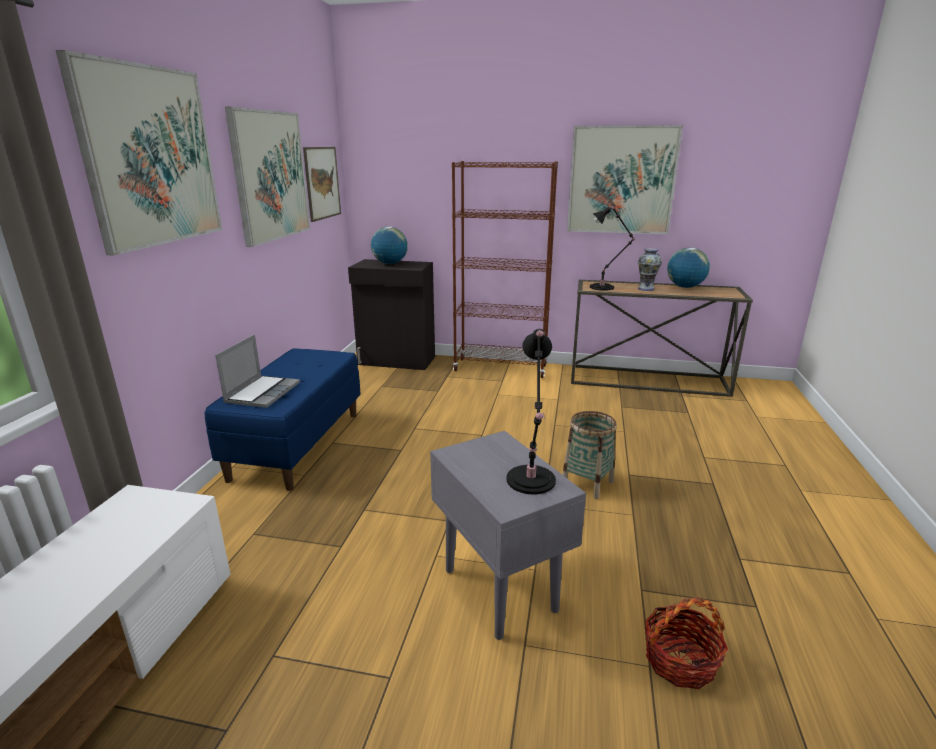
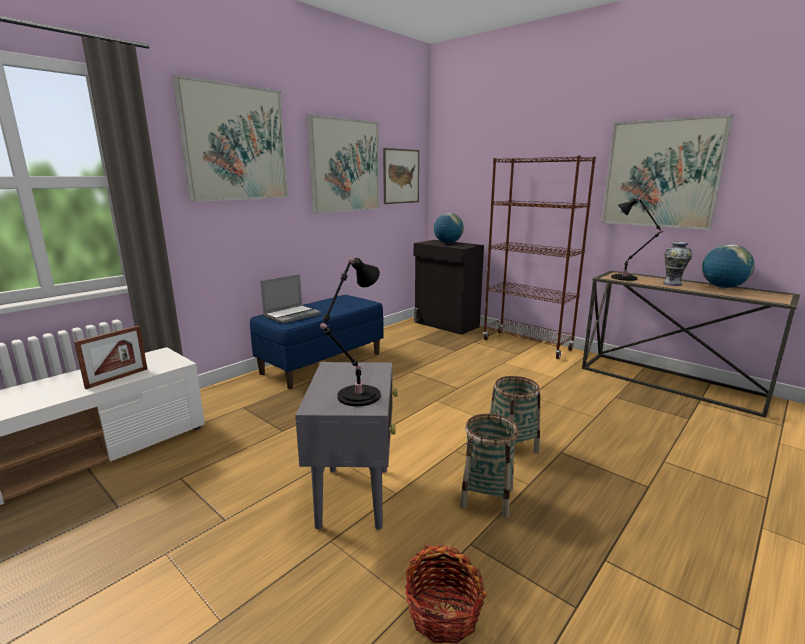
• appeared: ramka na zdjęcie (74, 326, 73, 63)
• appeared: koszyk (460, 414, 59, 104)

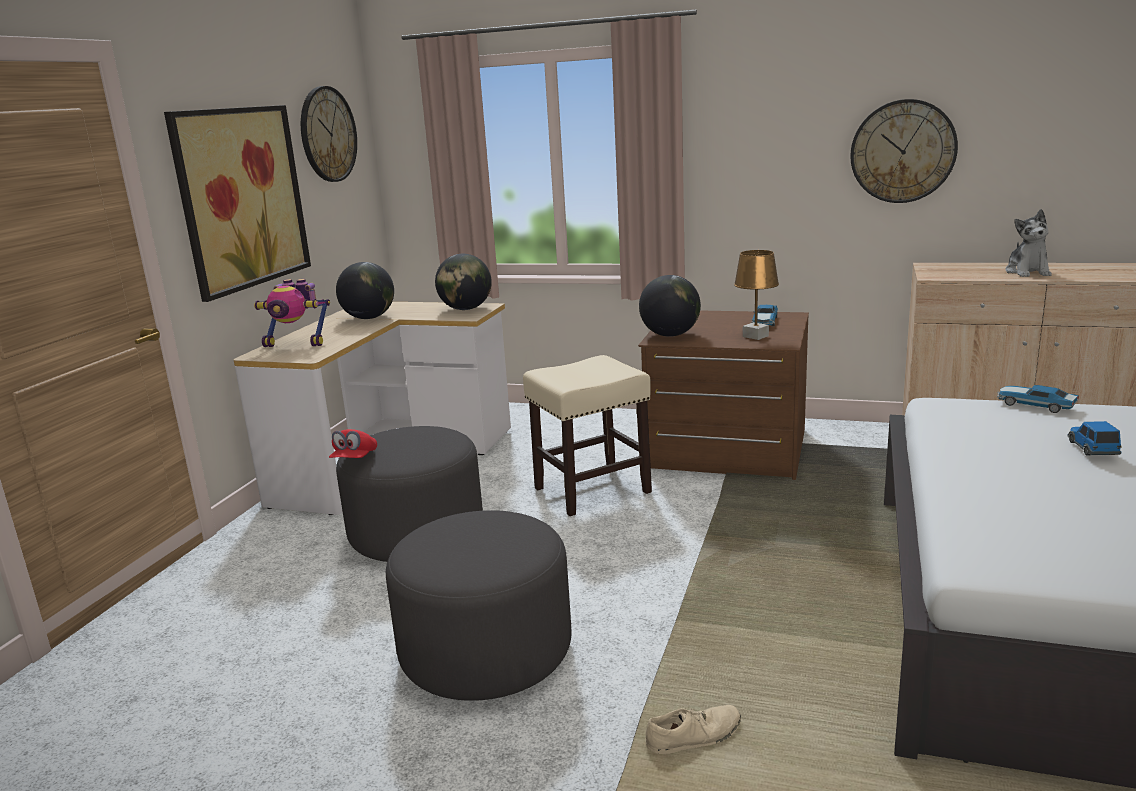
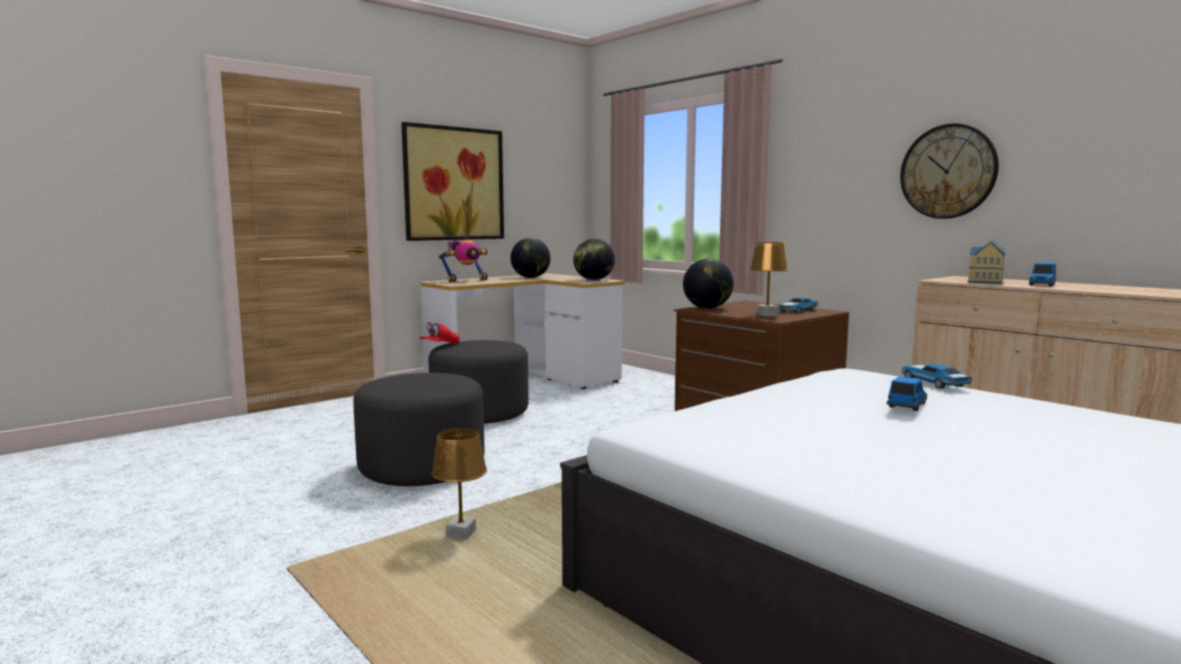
• missing: zegar ścienny (301, 86, 56, 96)
• exchanged: pluszak (1005, 209, 47, 68) to samochodzik (1029, 262, 27, 24)
• spun: robot zabawkowy (254, 279, 76, 68) = (439, 239, 49, 43) 75 degrees counterclockwise
• missing: stołek (beżowy) (523, 355, 129, 161)
• exchanged: but (beżowy) (645, 705, 96, 49) to lampa stołowa (brązowy) (431, 428, 56, 112)
• appeared: domek (968, 240, 38, 44)

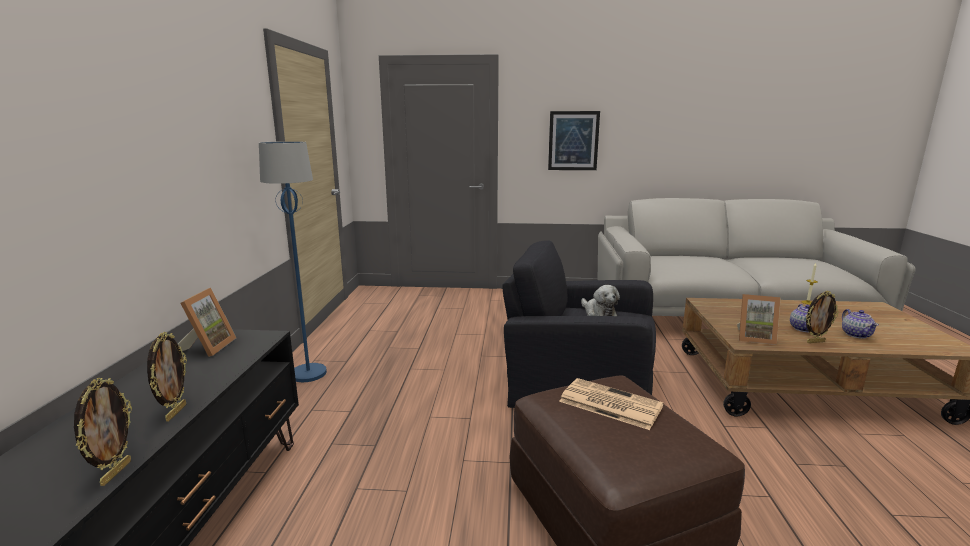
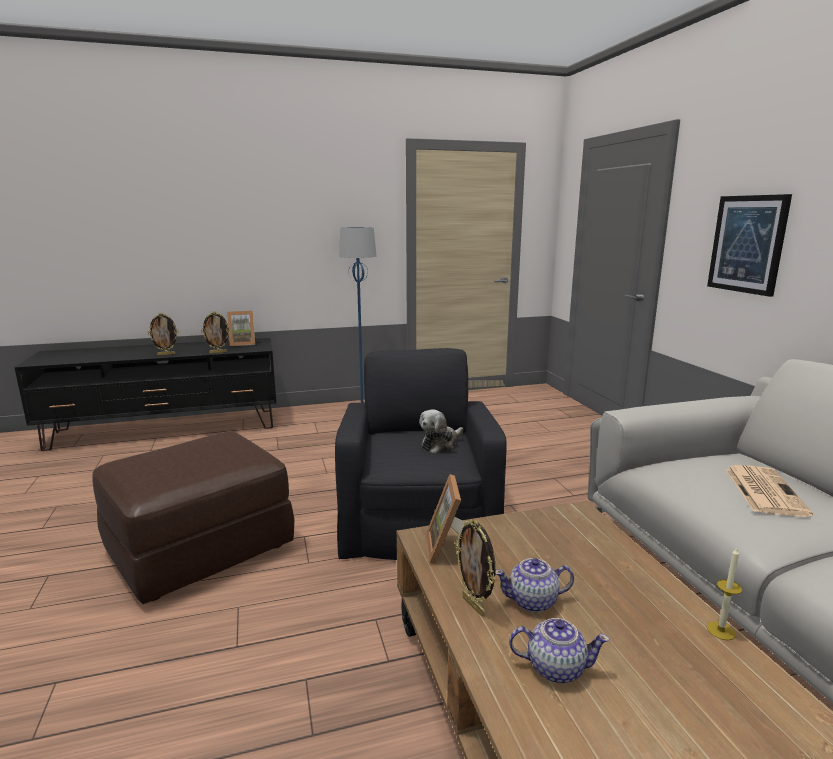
• spun: imbryk (842, 309, 37, 30) = (509, 618, 101, 65) 150 degrees counterclockwise
• relocated: ramka na zdjęcie (74, 378, 58, 108) to (201, 311, 30, 42)
• relocated: gazeta (559, 378, 105, 52) to (725, 465, 88, 52)

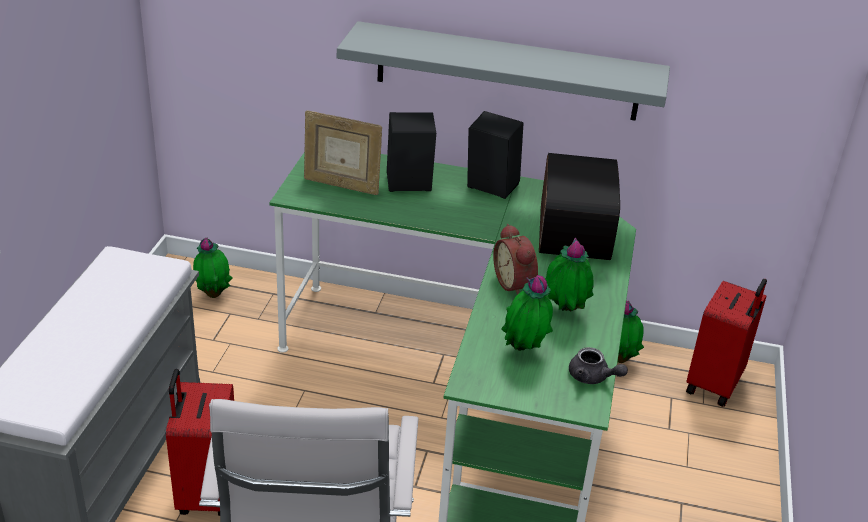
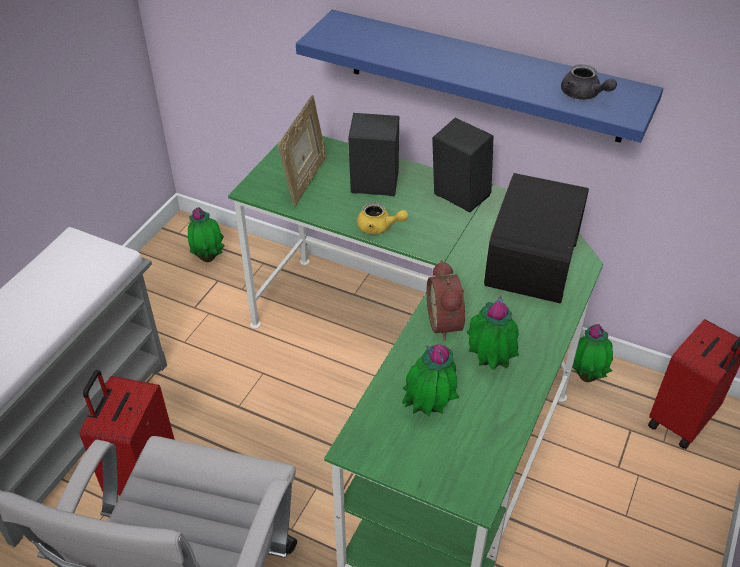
• colour: półka (szary) (337, 21, 333, 100) to półka (niebieski) (296, 10, 367, 133)
• spun: ramka na zdjęcie (304, 110, 78, 85) = (278, 95, 48, 111) 105 degrees counterclockwise
• relocated: imbryk (szary) (569, 347, 59, 37) to (561, 65, 56, 35)
• appeared: imbryk (żółty) (357, 202, 51, 32)

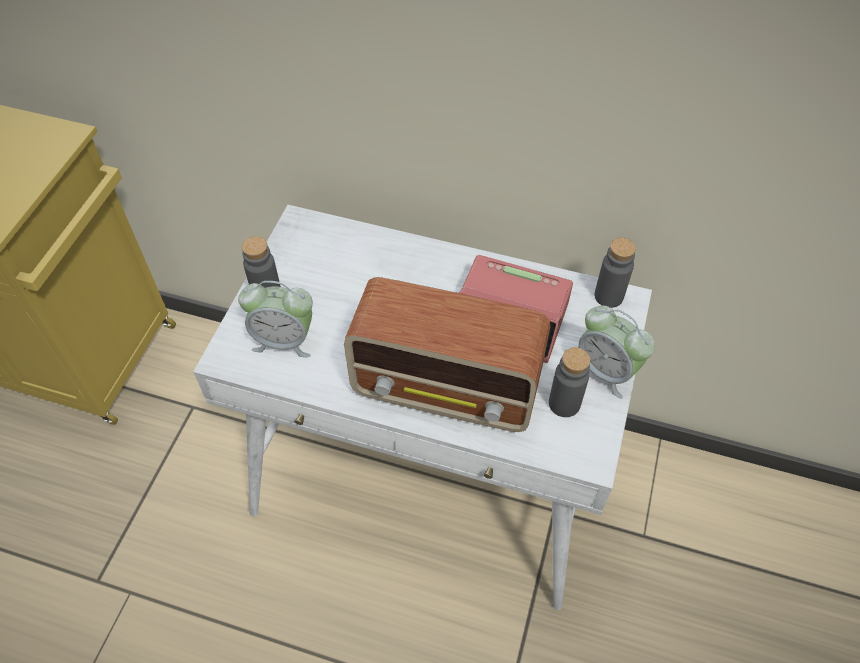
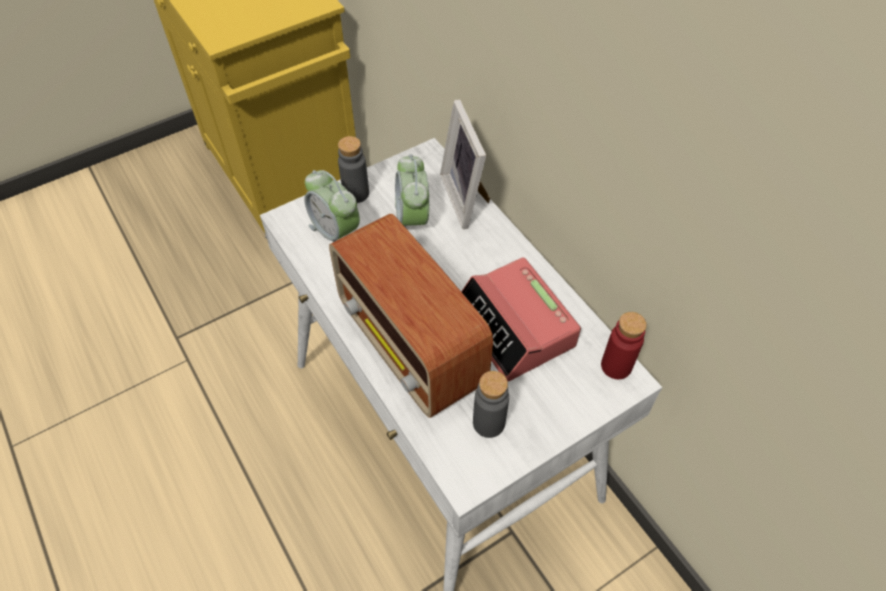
• colour: butelka (szary) (595, 238, 41, 70) to butelka (czerwony) (601, 312, 46, 67)
• relocated: budzik (578, 306, 77, 93) to (395, 154, 34, 74)
• appeared: ramka na zdjęcie (440, 100, 50, 129)

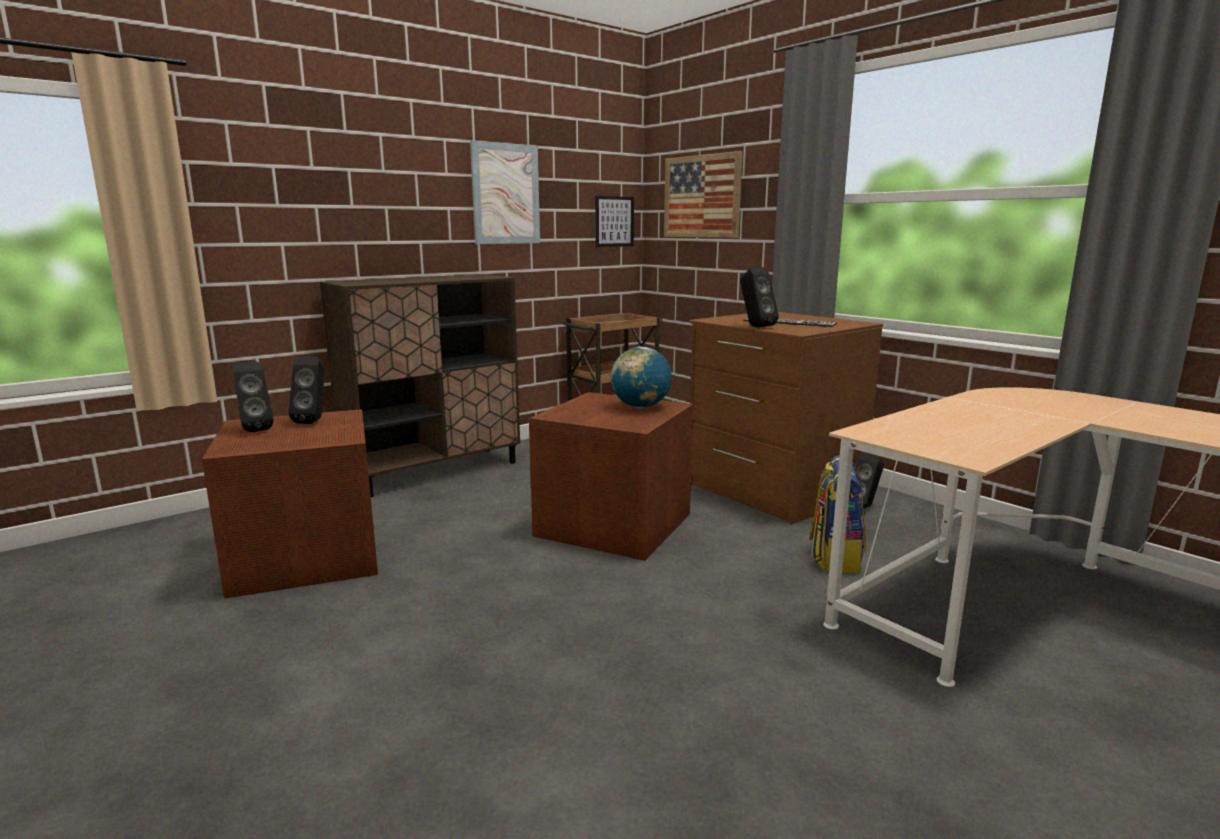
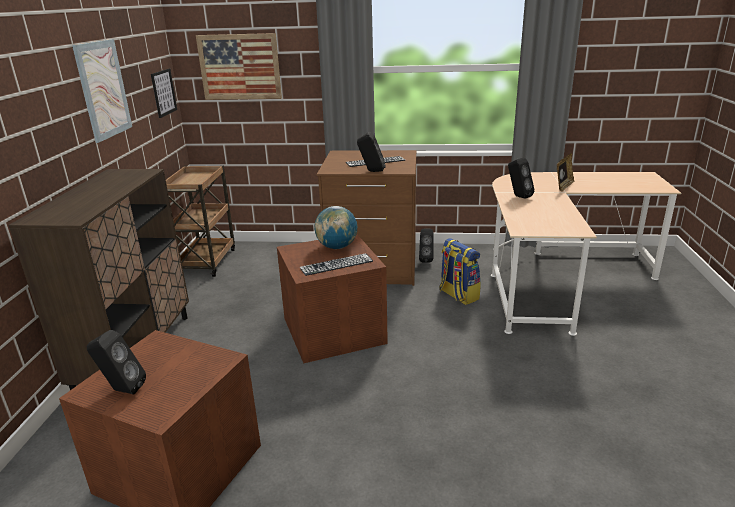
• relocated: głośnik (czarny) (289, 356, 36, 68) to (508, 157, 27, 42)
• appeared: ramka na zdjęcie (557, 153, 18, 39)
• appeared: klawiatura (300, 253, 73, 23)

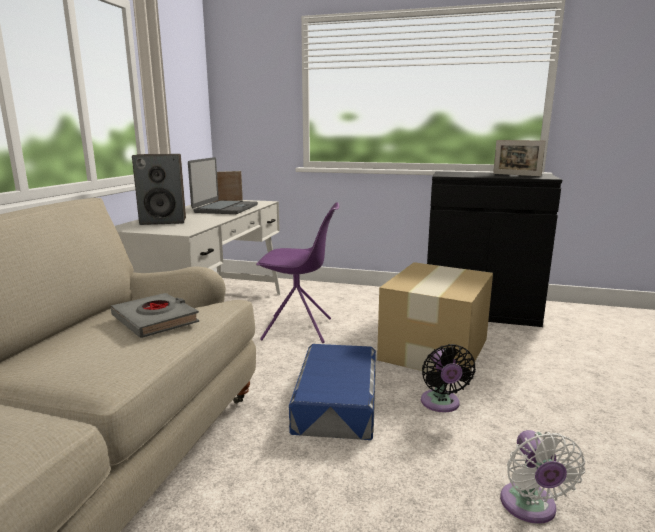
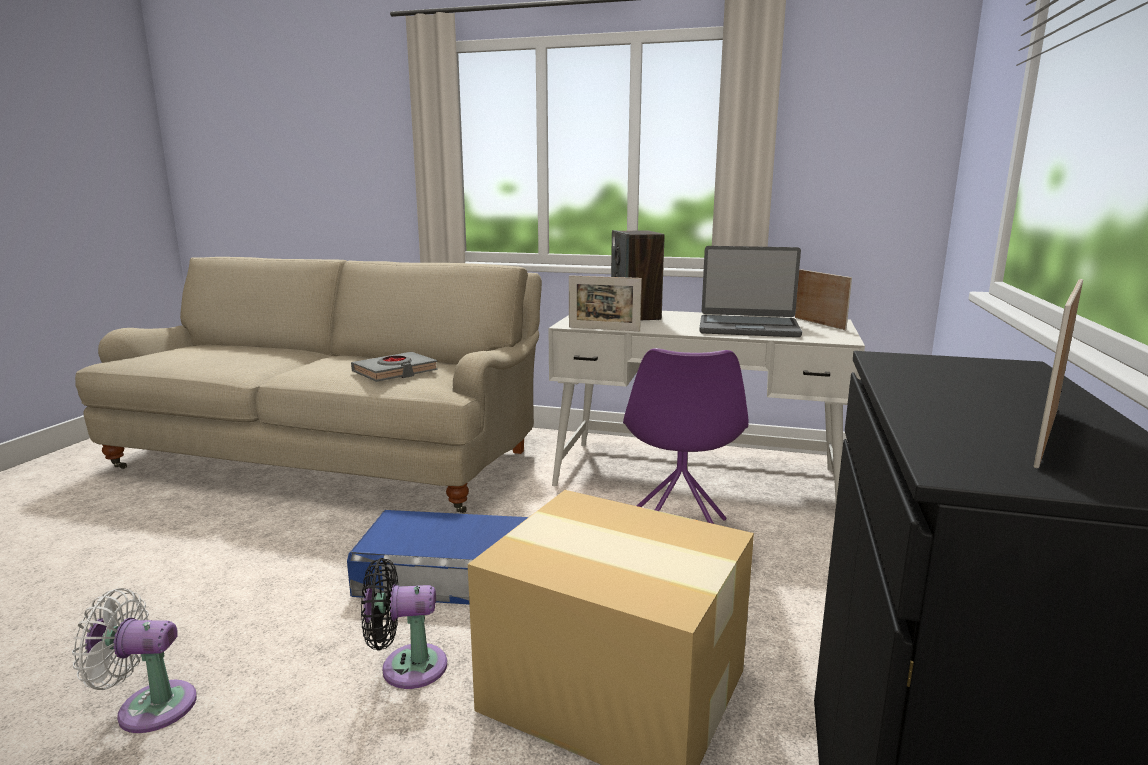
• appeared: ramka na zdjęcie (569, 275, 73, 56)

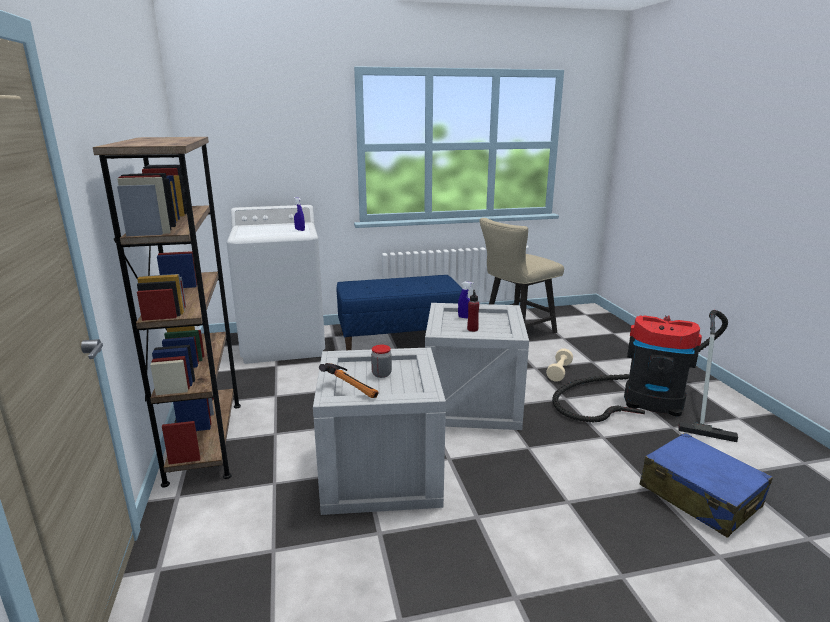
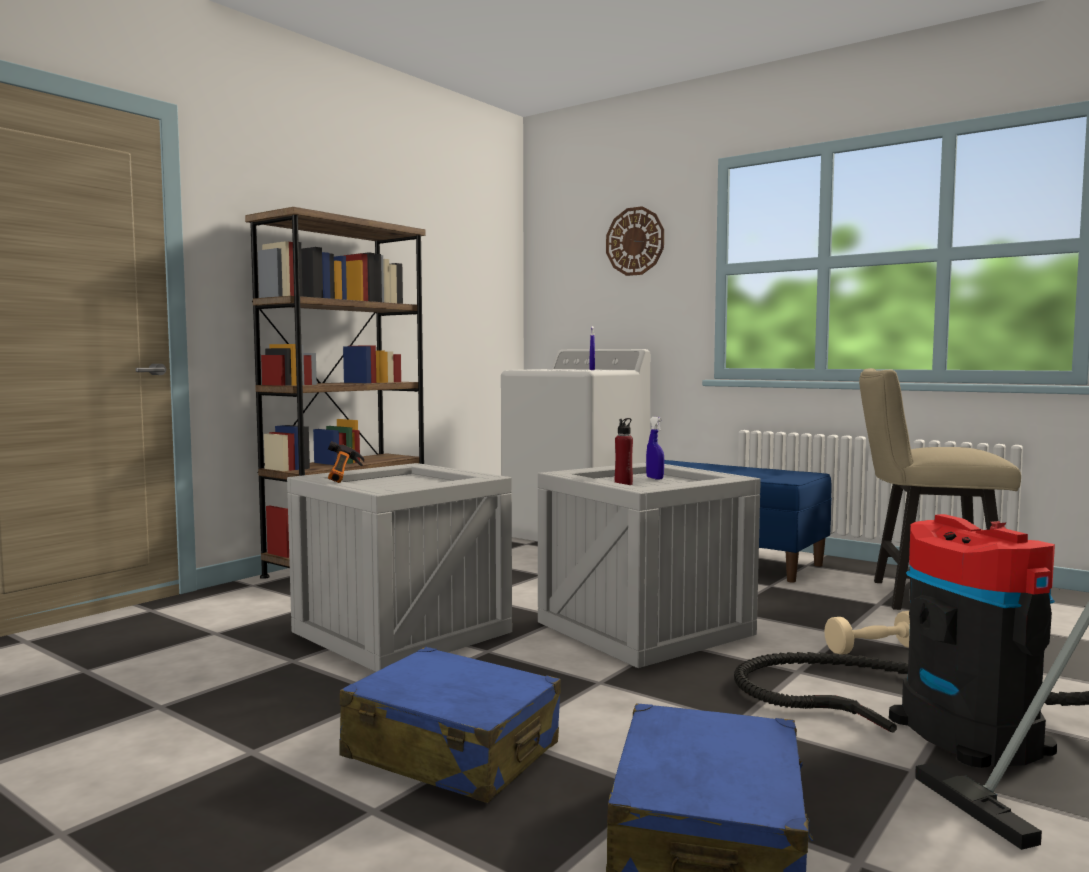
• missing: słoik (371, 345, 21, 33)
• appeared: zegar ścienny (606, 206, 58, 70)
• appeared: walizka (niebieski) (339, 646, 222, 157)

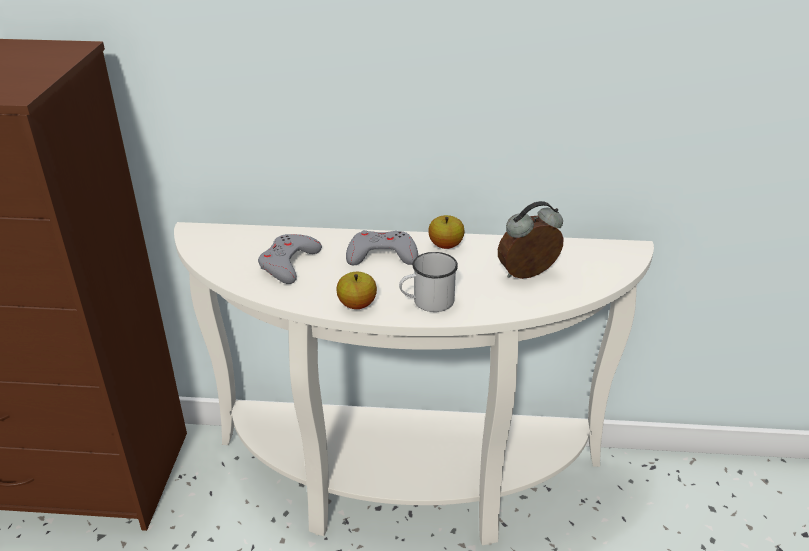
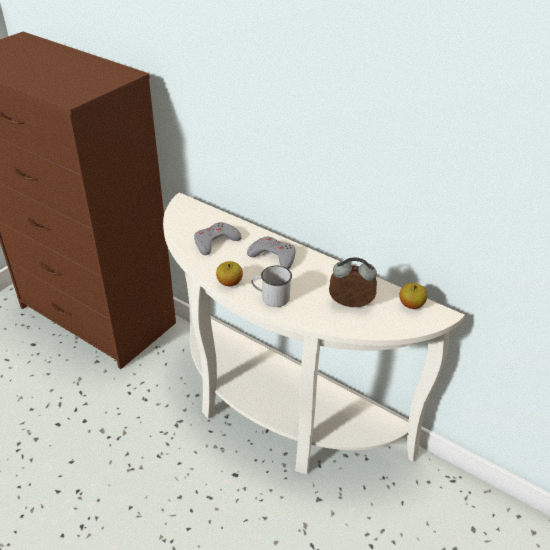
• relocated: jabłko (428, 215, 37, 34) to (399, 283, 28, 26)

